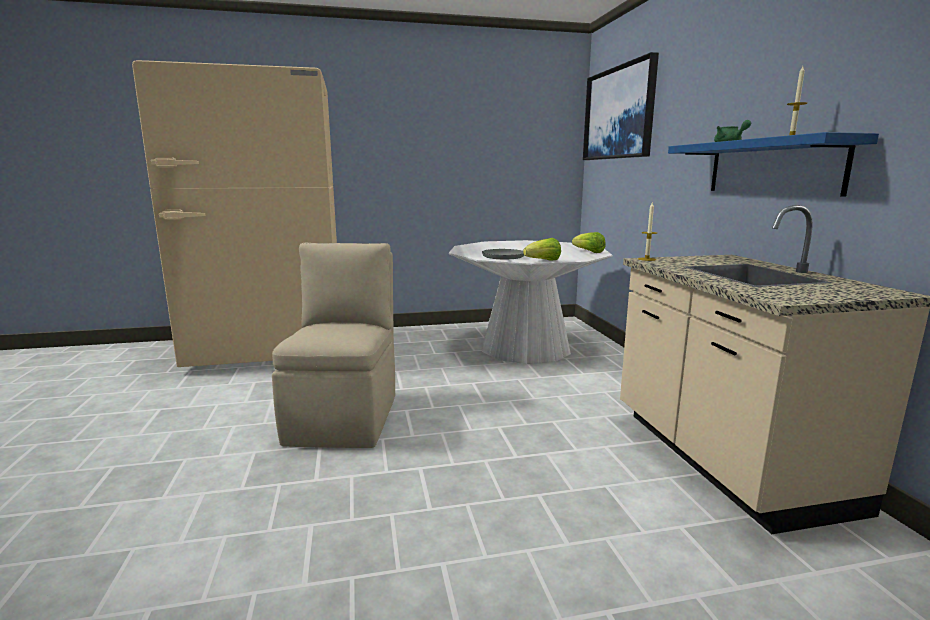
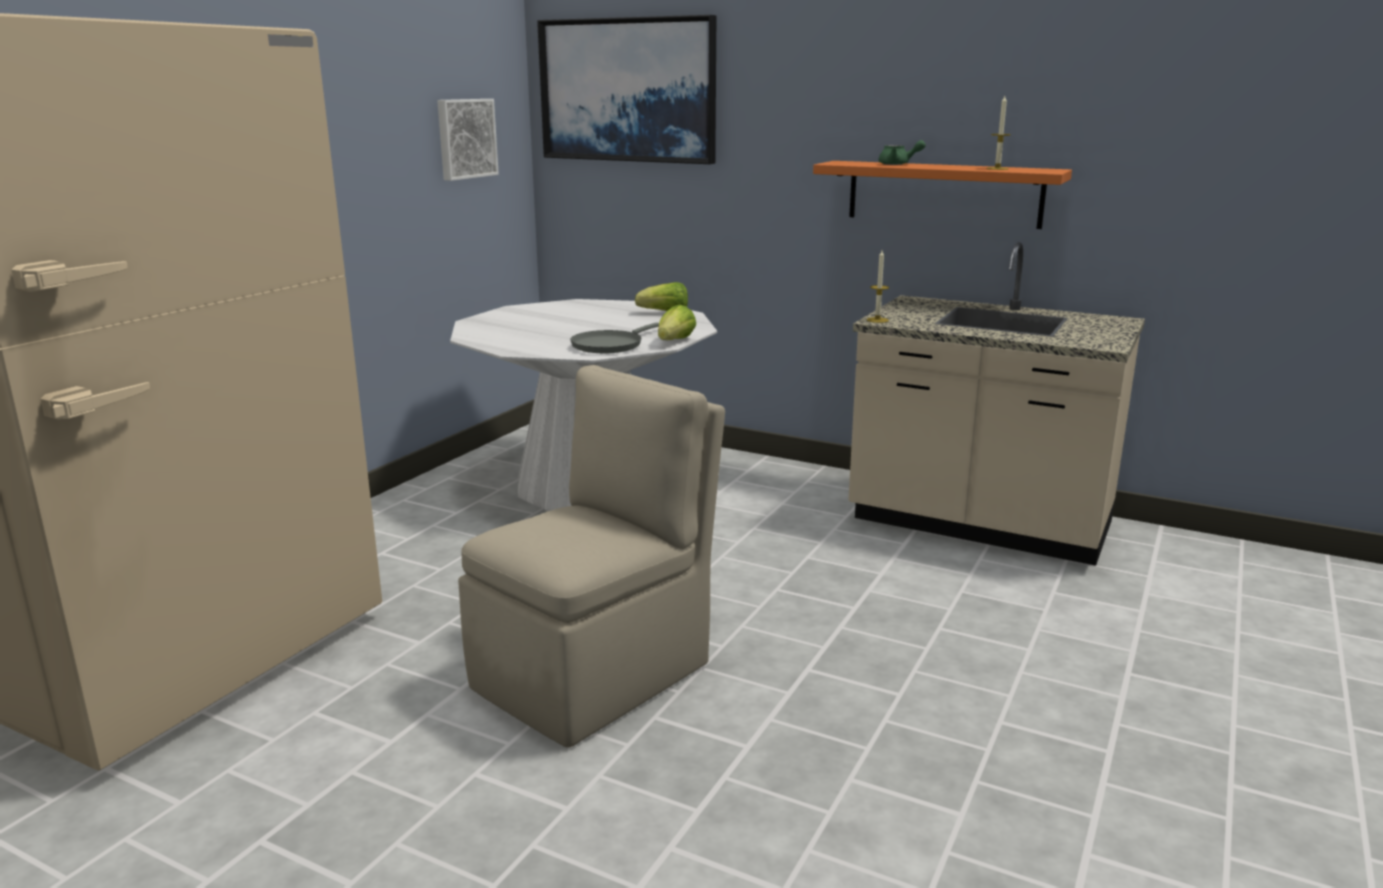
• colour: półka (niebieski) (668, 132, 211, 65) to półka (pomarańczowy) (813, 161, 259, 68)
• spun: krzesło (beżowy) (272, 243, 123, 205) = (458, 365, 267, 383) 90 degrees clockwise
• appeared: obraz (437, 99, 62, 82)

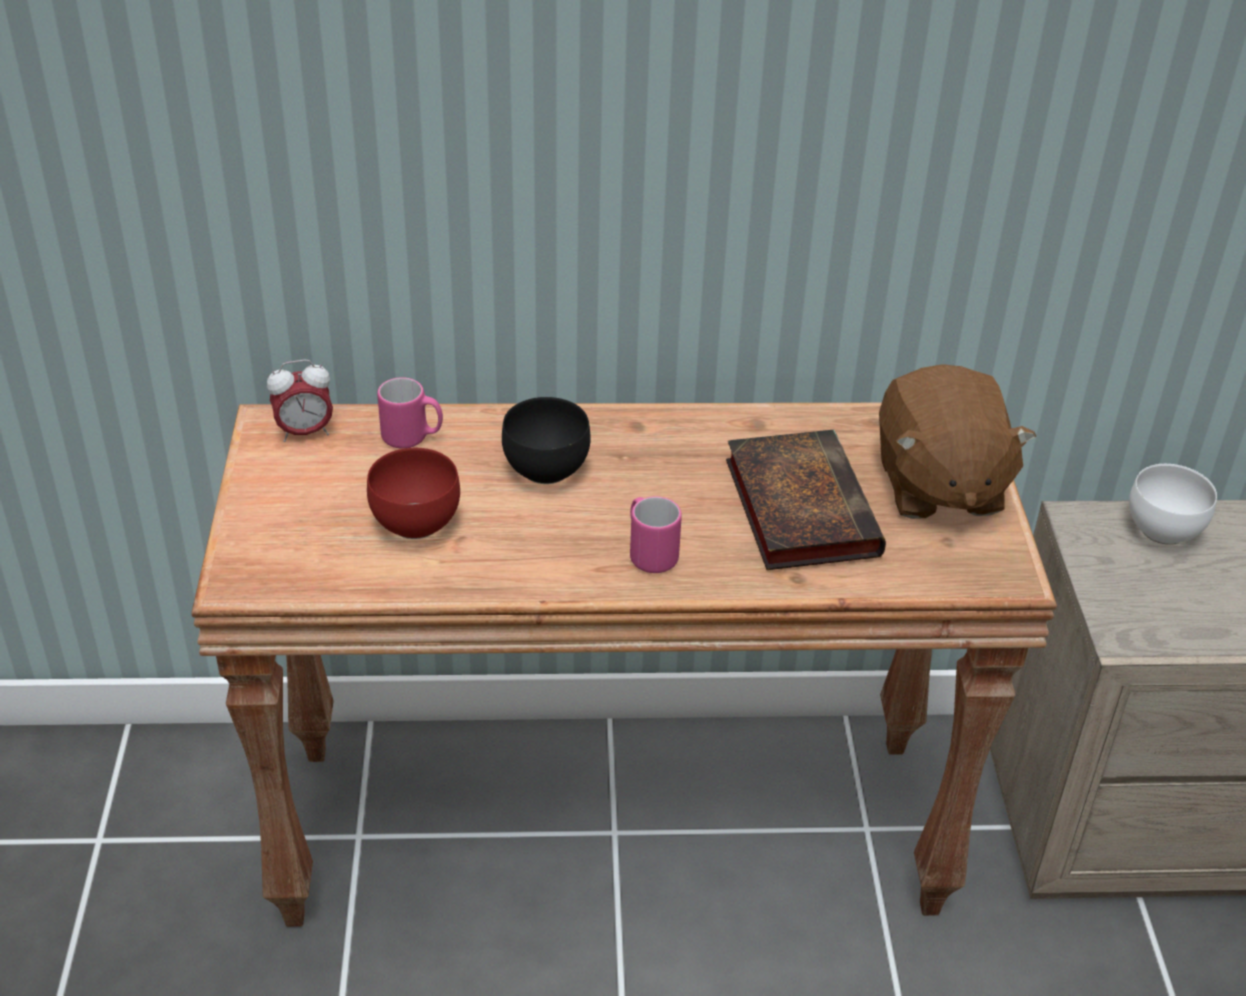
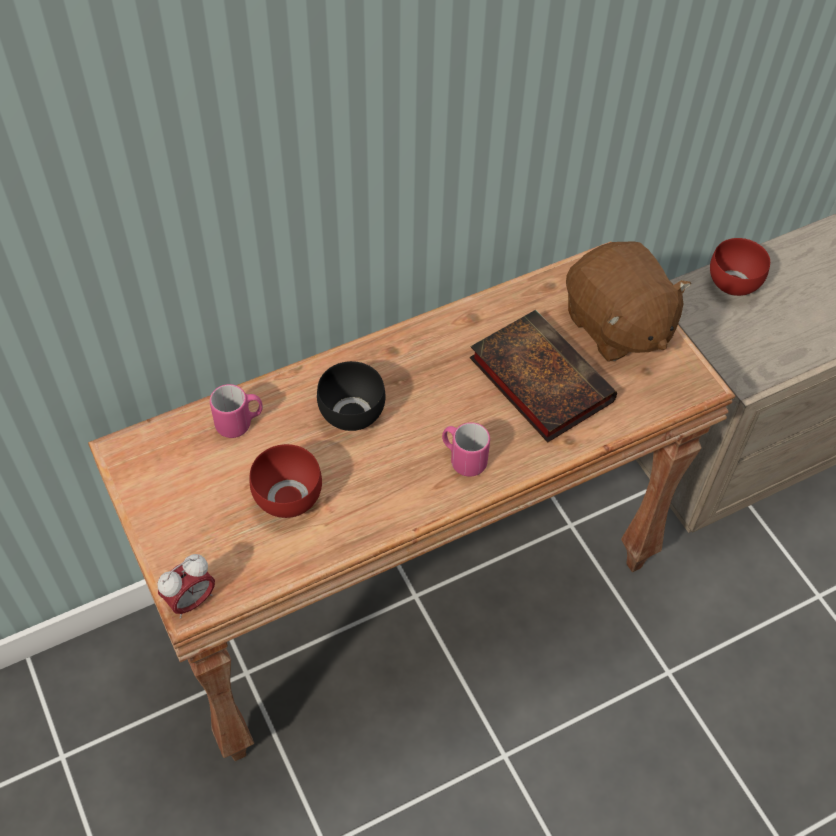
• relocated: budzik (267, 359, 66, 83) to (157, 554, 58, 65)
• colour: miska (biały) (1129, 464, 88, 81) to miska (czerwony) (710, 238, 60, 58)

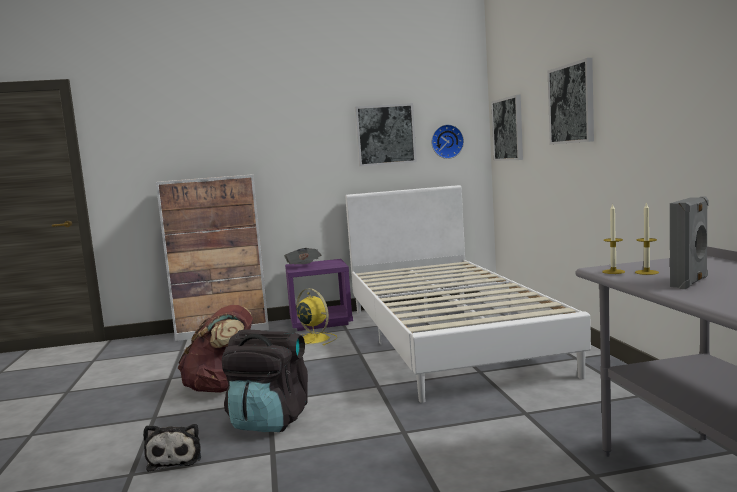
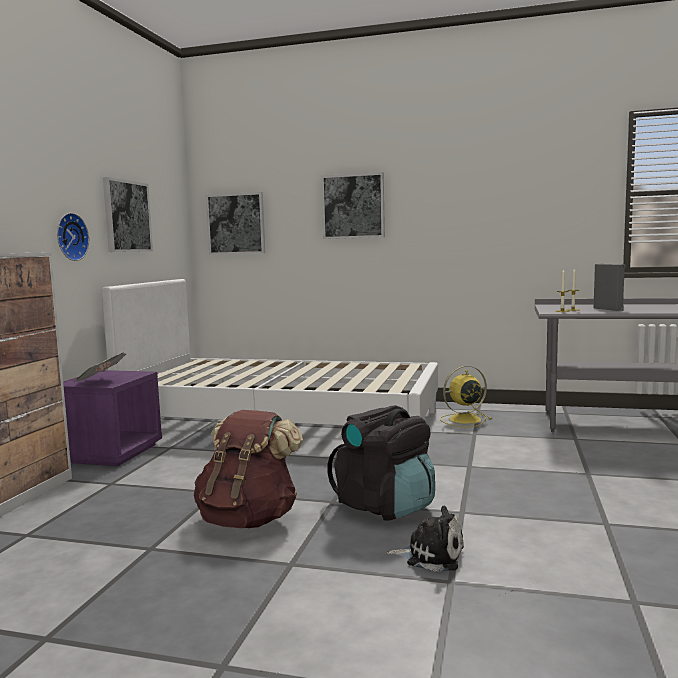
• relocated: zegar ścienny (431, 124, 33, 35) to (57, 213, 32, 48)
• relocated: wentylator (żółty) (296, 288, 41, 58) to (440, 366, 52, 61)

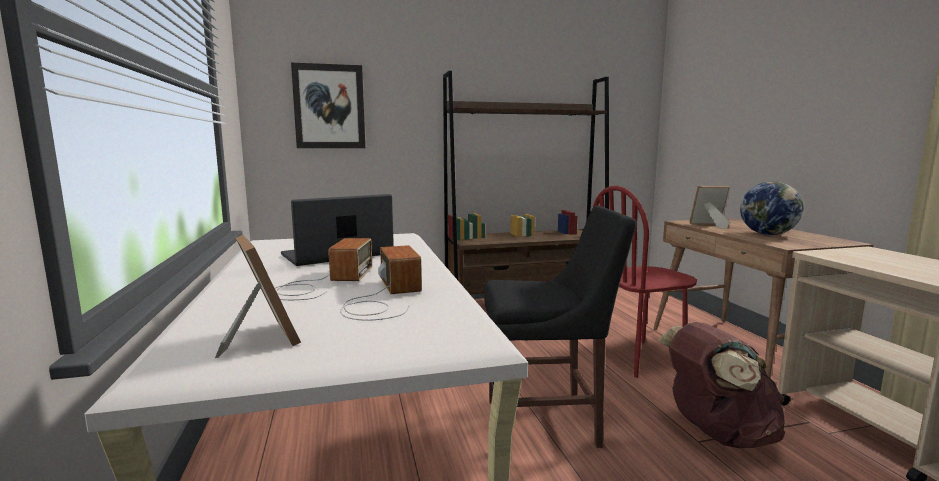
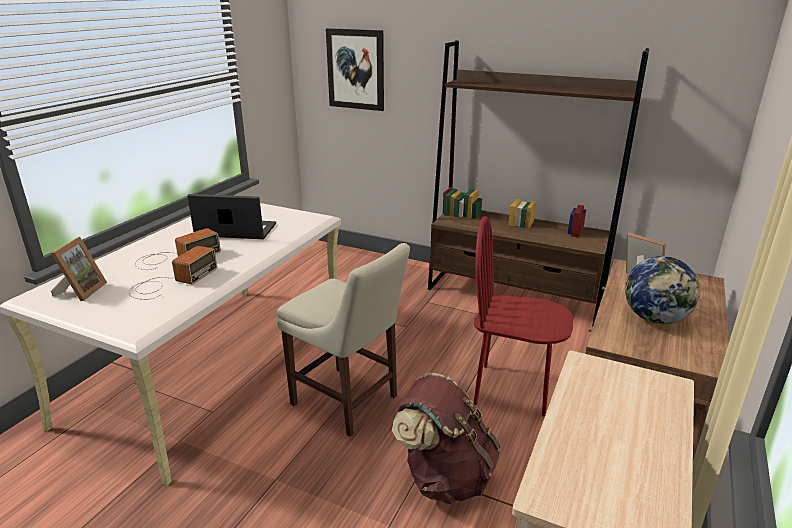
• colour: krzesło (czarny) (484, 206, 153, 242) to krzesło (beżowy) (277, 243, 133, 194)

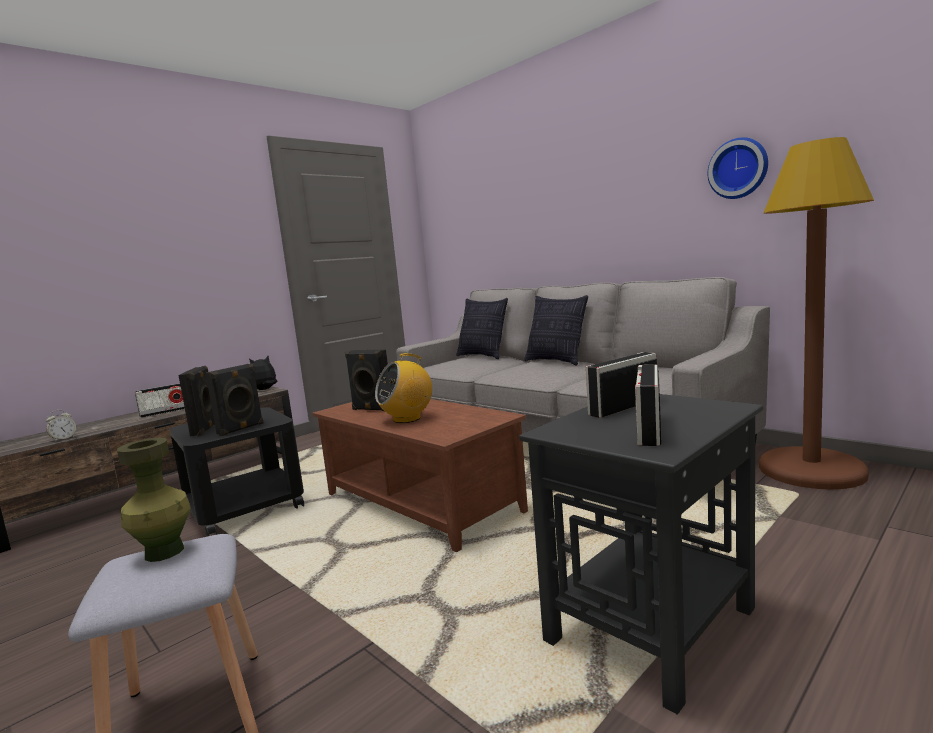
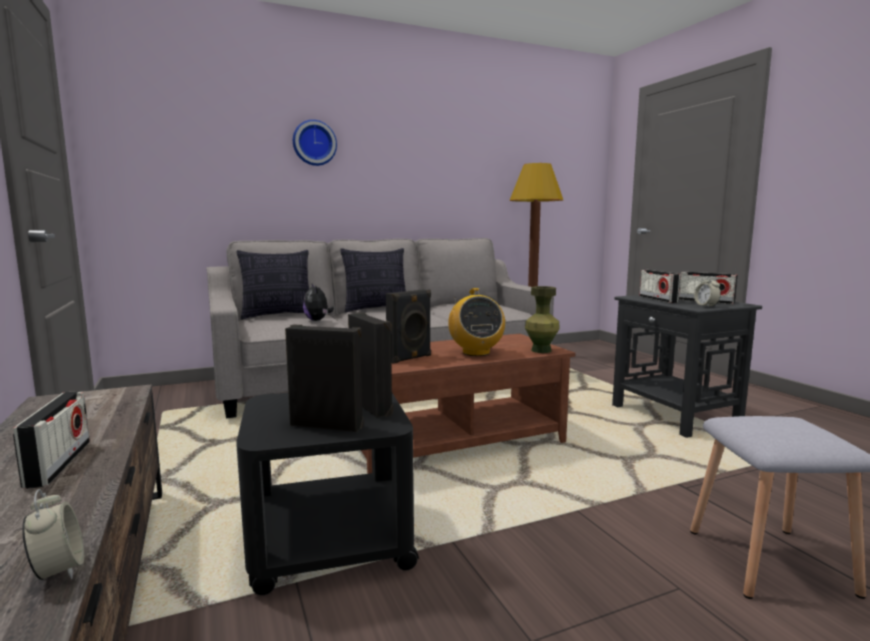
• relocated: zegar ścienny (708, 137, 60, 62) to (293, 120, 44, 46)
• relocated: pluszak (249, 356, 29, 34) to (303, 284, 31, 37)
• relocated: wazon (zielony) (117, 437, 74, 125) to (525, 286, 35, 67)
• appeared: budzik (694, 276, 27, 32)

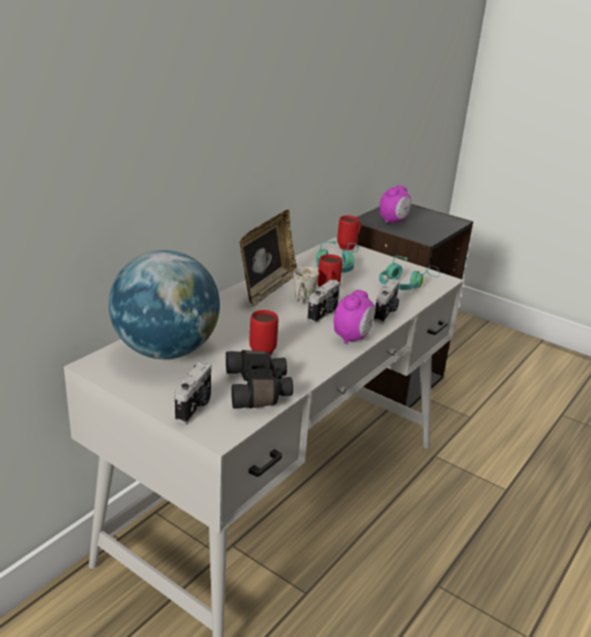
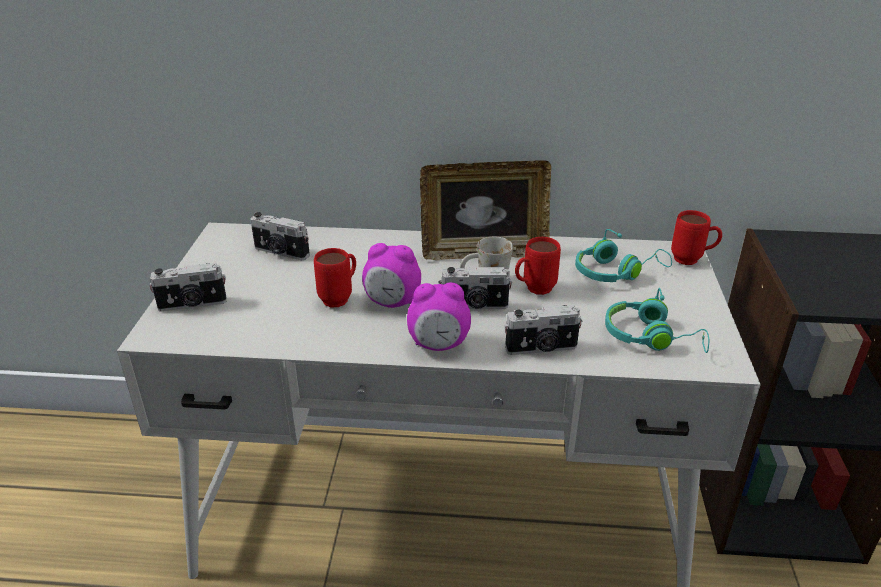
• relocated: budzik (380, 185, 31, 38) to (362, 243, 59, 65)
• exchanged: globus (109, 250, 111, 109) to aparat fotograficzny (250, 212, 60, 48)
• missing: lornetka (czarny) (226, 350, 67, 59)

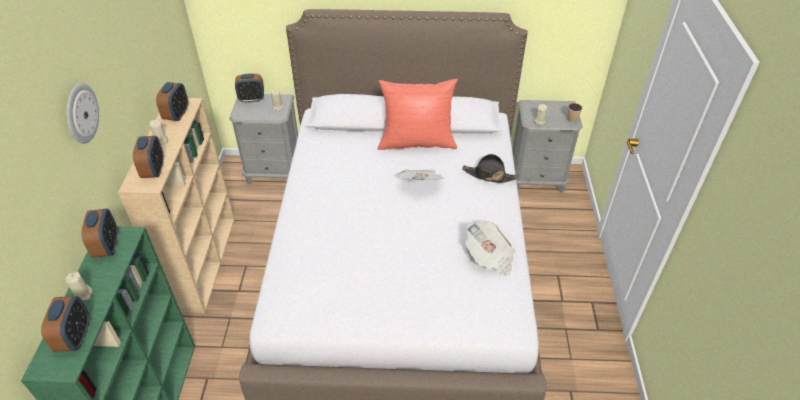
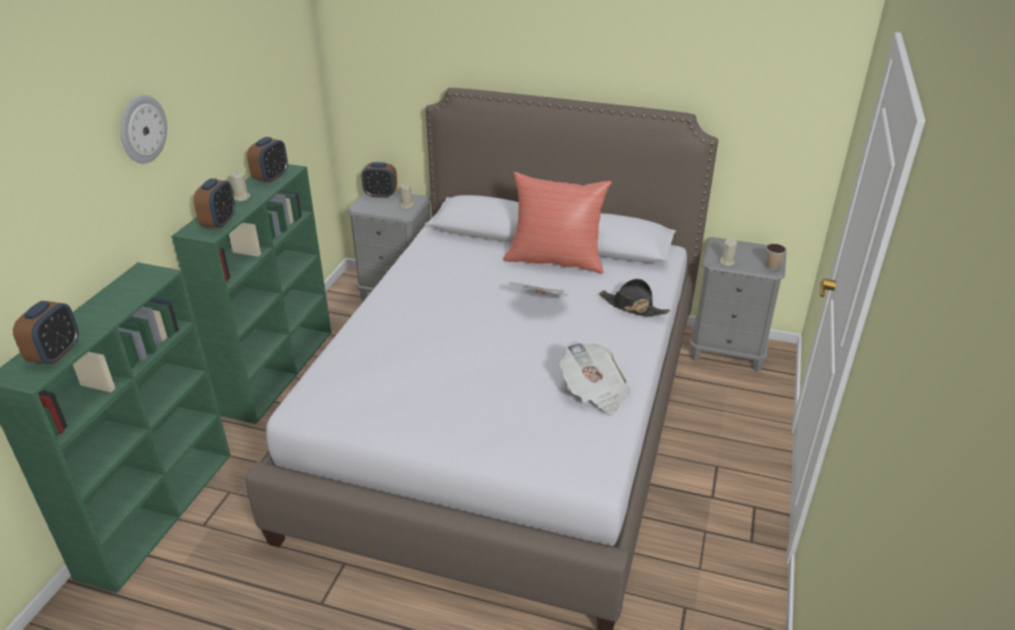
• colour: regał (beżowy) (118, 98, 117, 216) to regał (zielony) (172, 164, 160, 260)
• missing: budzik (81, 209, 37, 49)
• missing: świeca (beżowy) (65, 272, 27, 29)

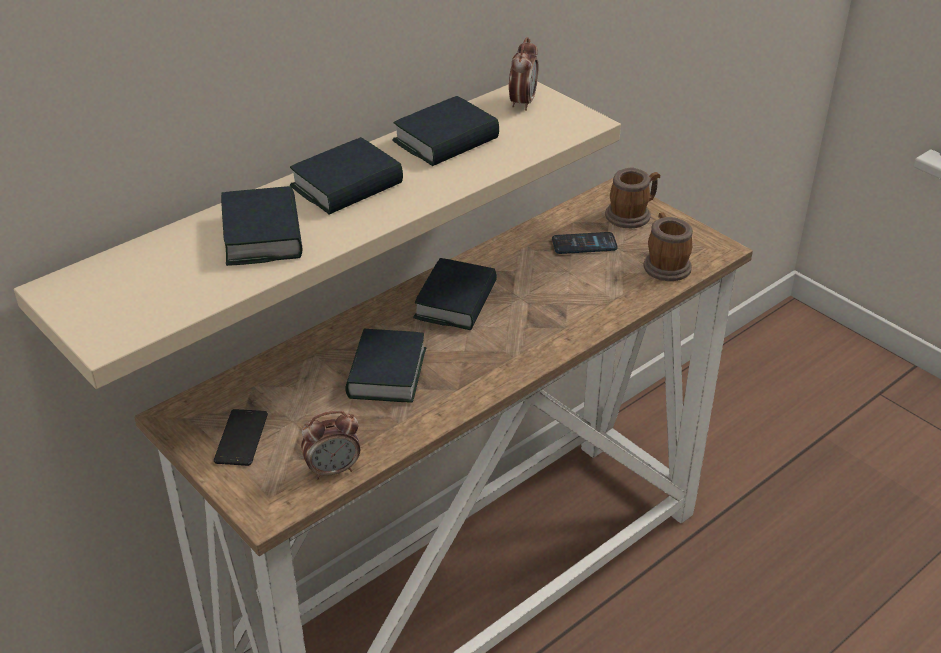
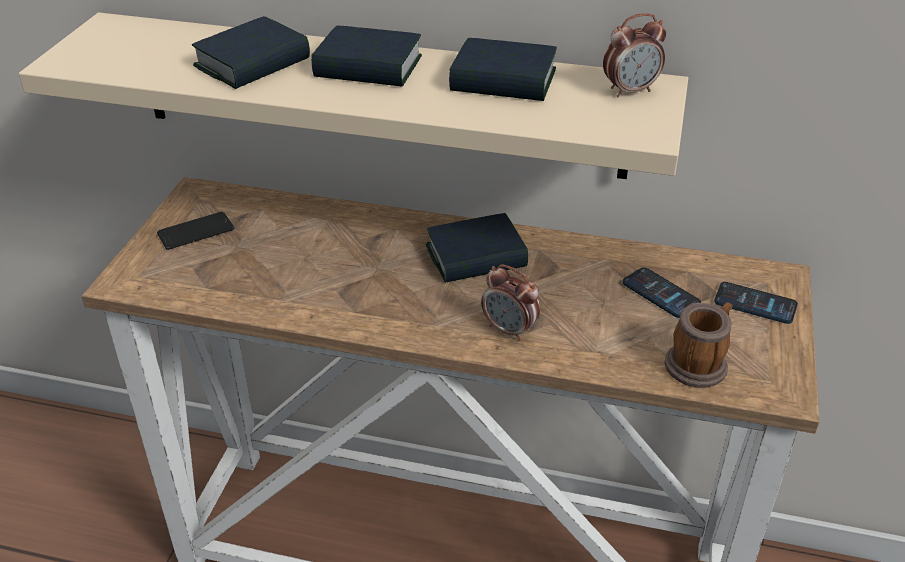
• exchanged: kubek (605, 167, 55, 61) to telefon (714, 282, 84, 42)
• missing: książka (345, 329, 81, 74)
• relocated: budzik (301, 411, 59, 68) to (481, 264, 59, 77)

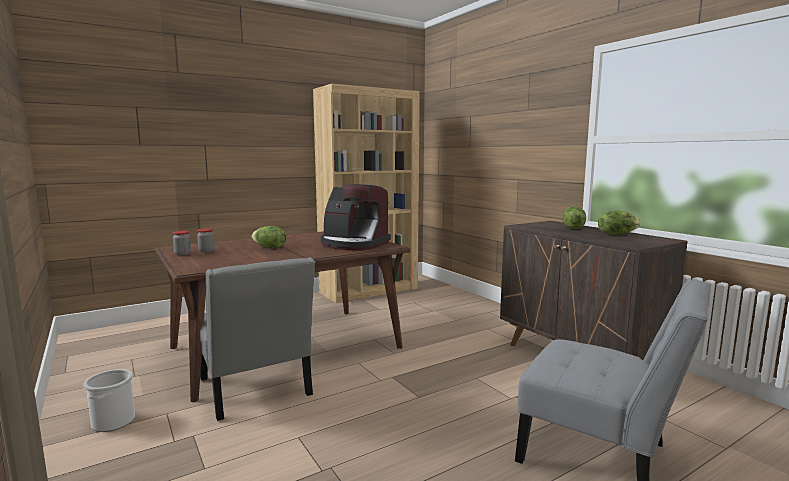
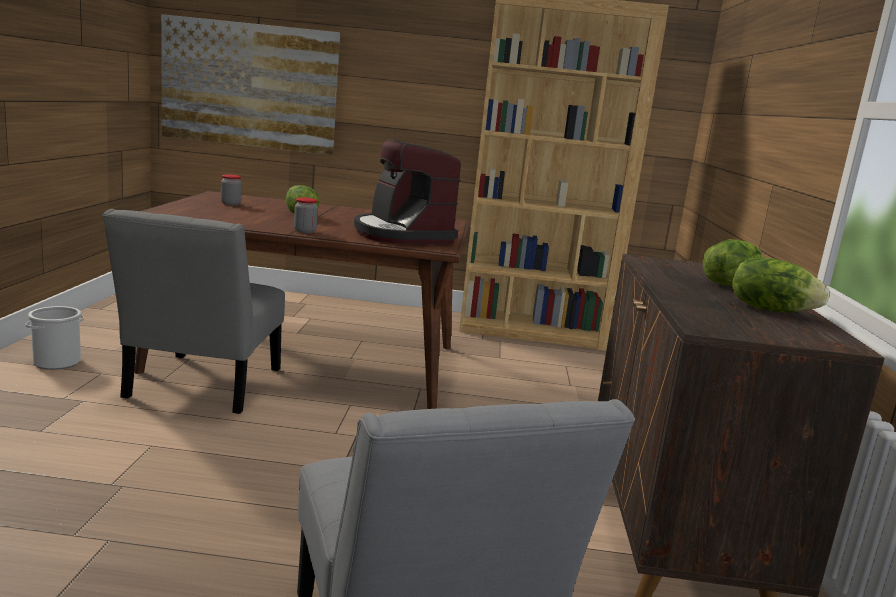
• relocated: słoik (173, 231, 18, 24) to (294, 198, 24, 35)
• appeared: obraz (161, 14, 179, 141)

